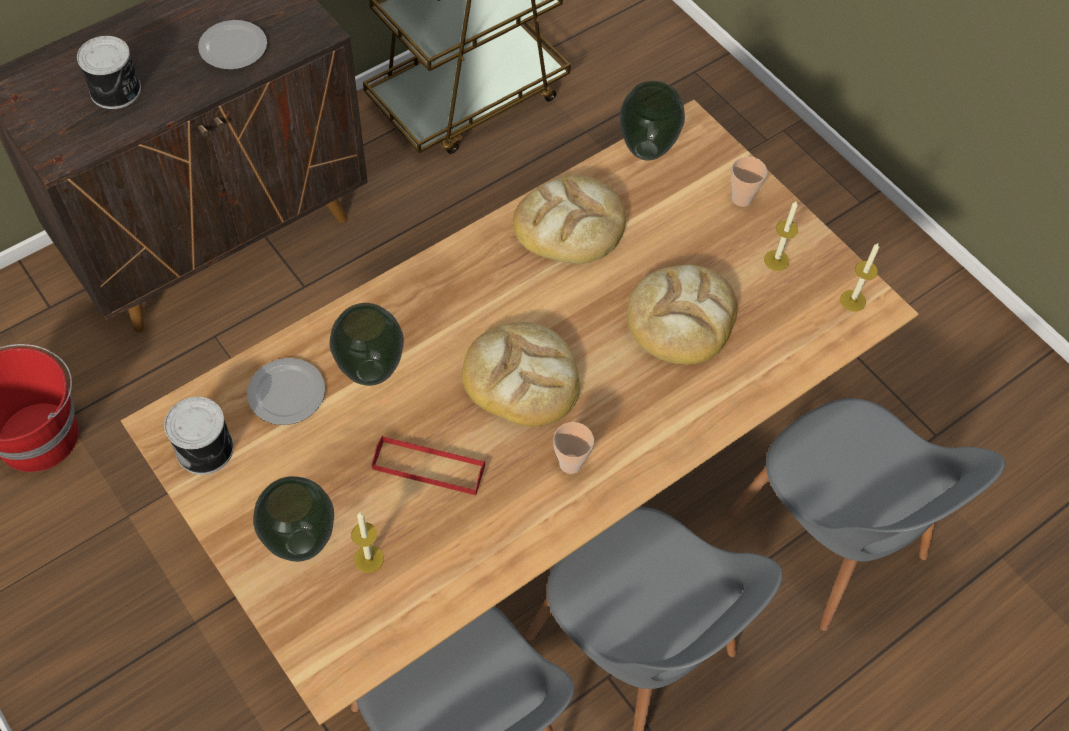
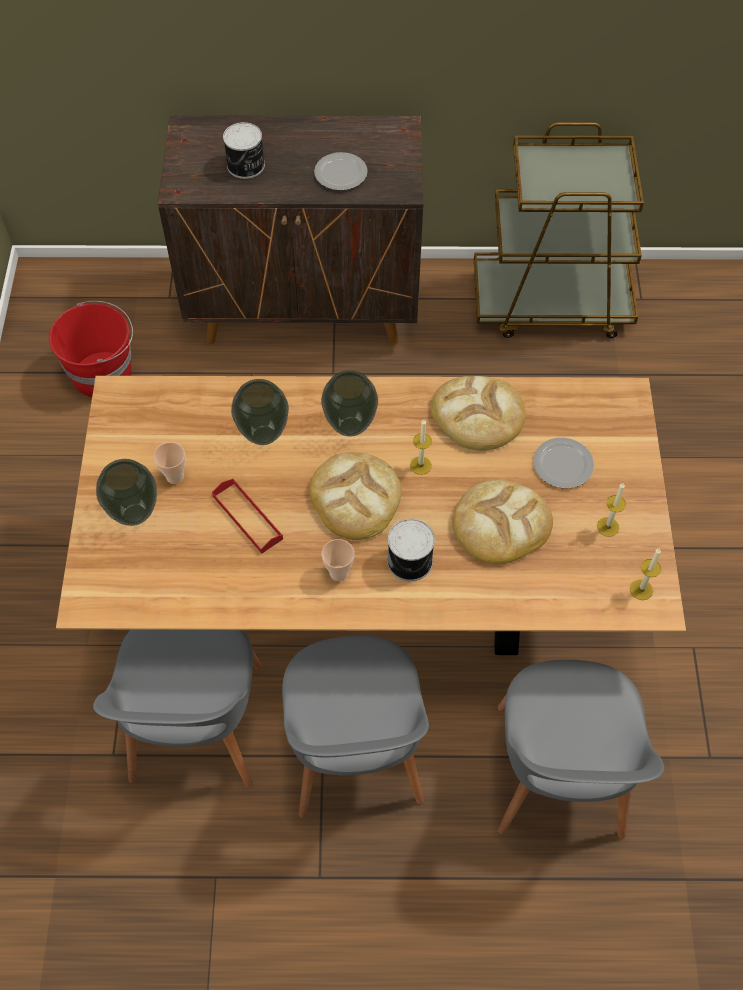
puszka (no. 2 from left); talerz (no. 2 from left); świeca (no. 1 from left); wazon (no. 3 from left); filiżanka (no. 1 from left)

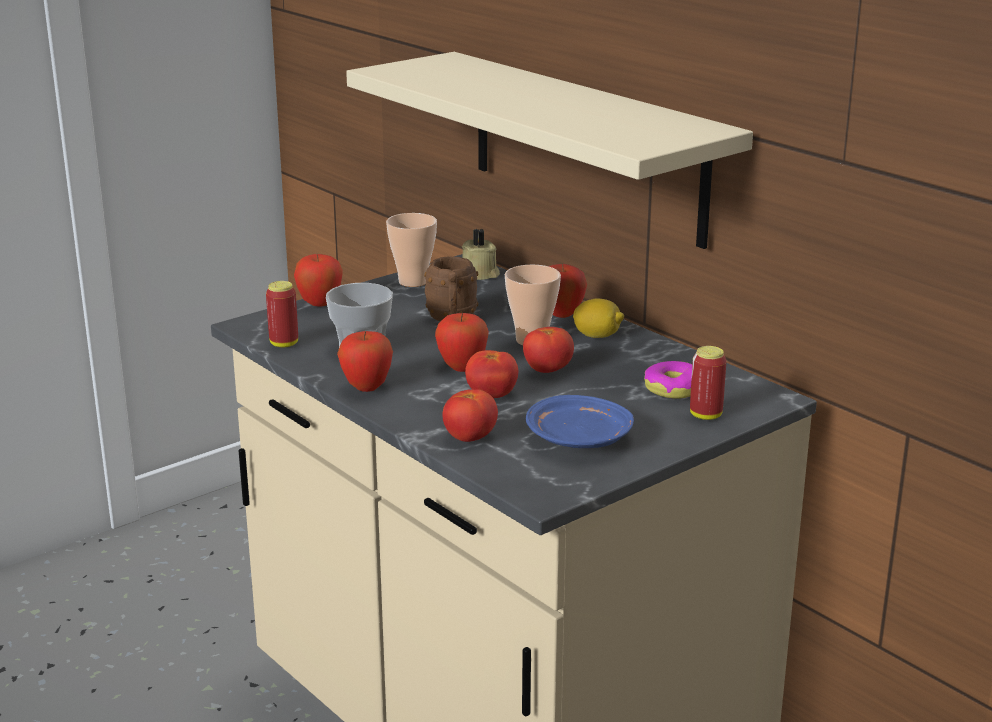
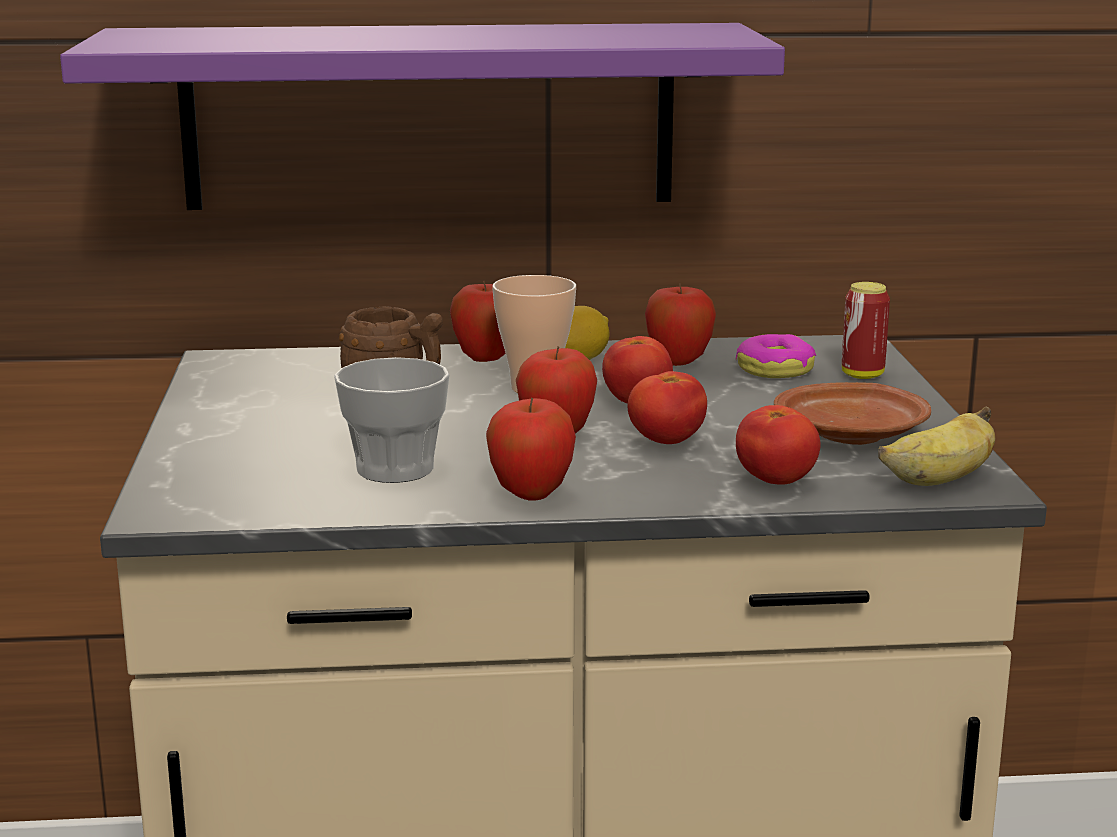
puszka (no. 1 from left in the first image); filiżanka (no. 2 from left in the first image); świeca (beżowy); banan; jabłko (no. 4 from left); półka (fioletowy); talerz (brązowy)

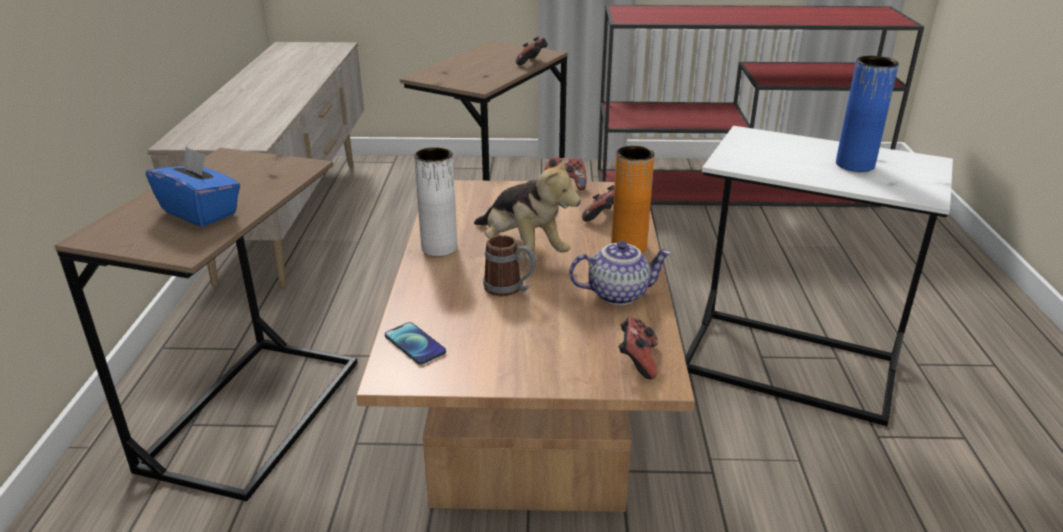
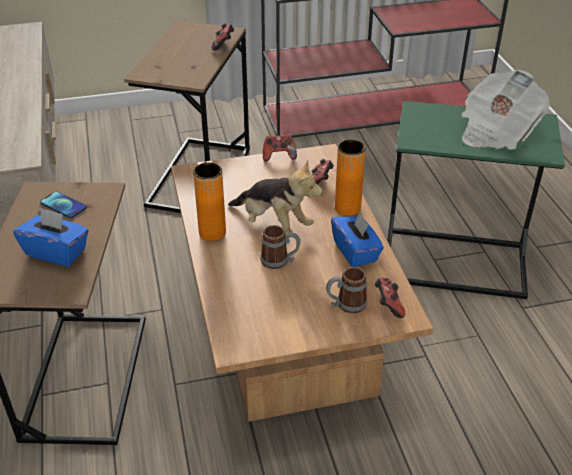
kubek (no. 2 from left); telefon; pudełko chusteczek (niebieski) (no. 2 from left); gazeta; wazon (pomarańczowy) (no. 1 from left); stolik (zielony)

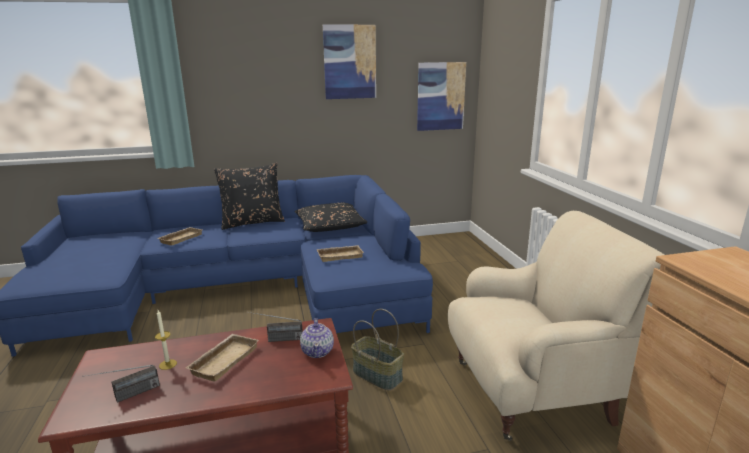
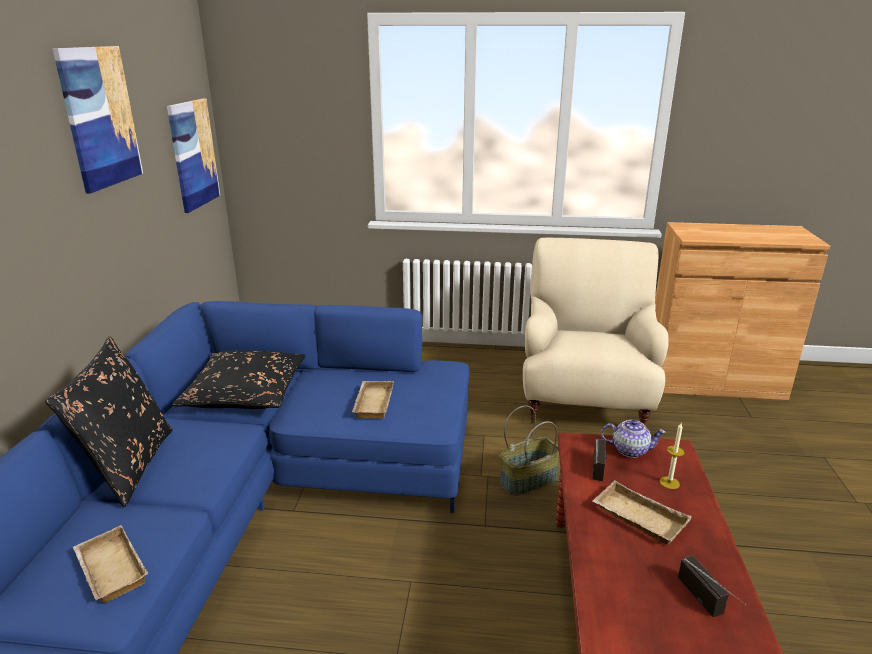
świeca

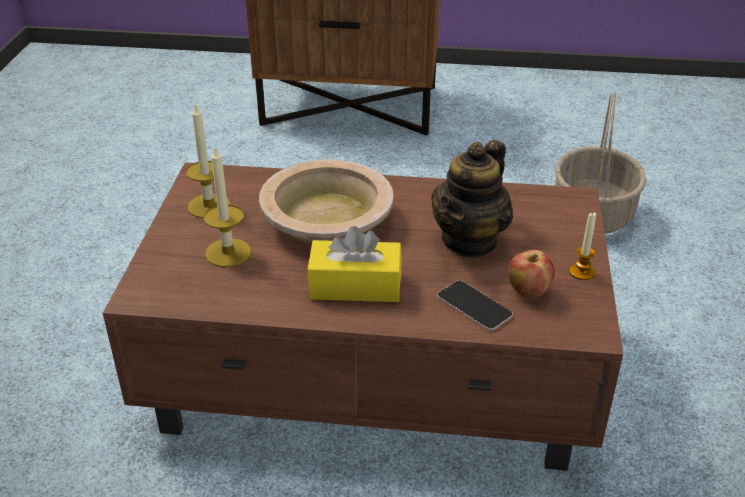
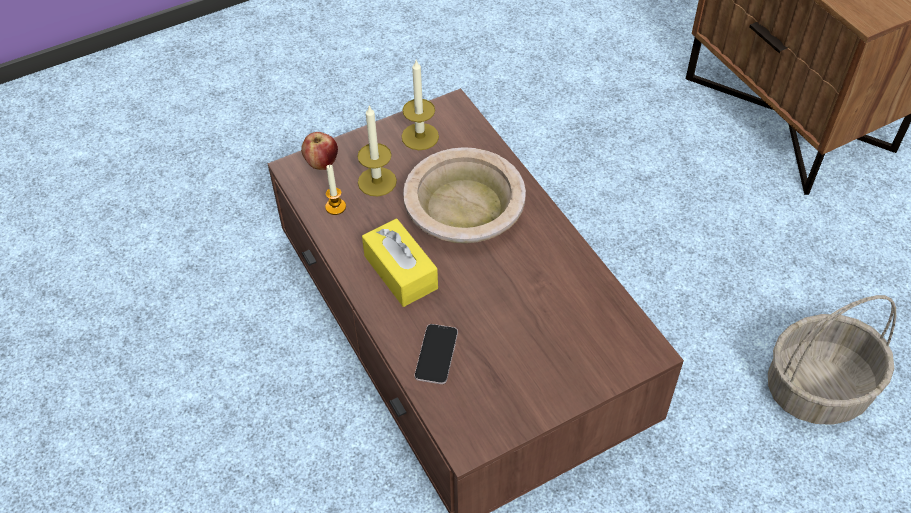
imbryk; jabłko; świeca (no. 1 from left)

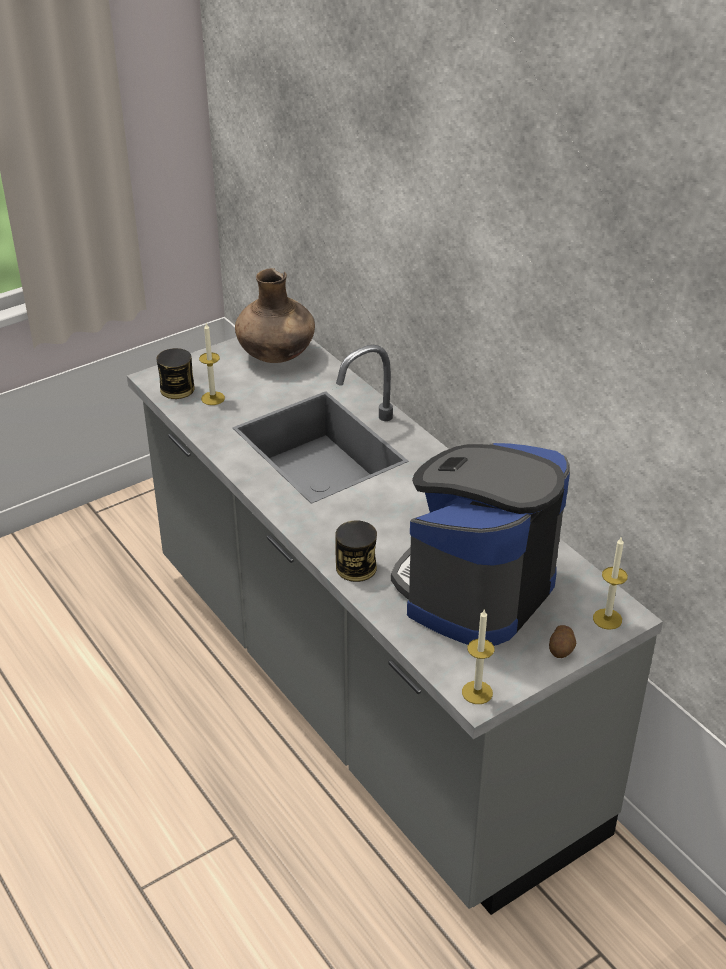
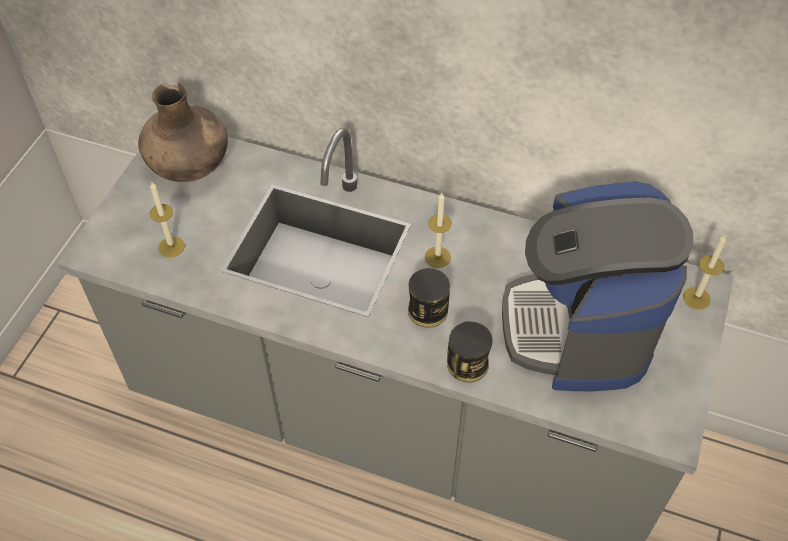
ziemniak; puszka (no. 1 from left); świeca (no. 2 from left)

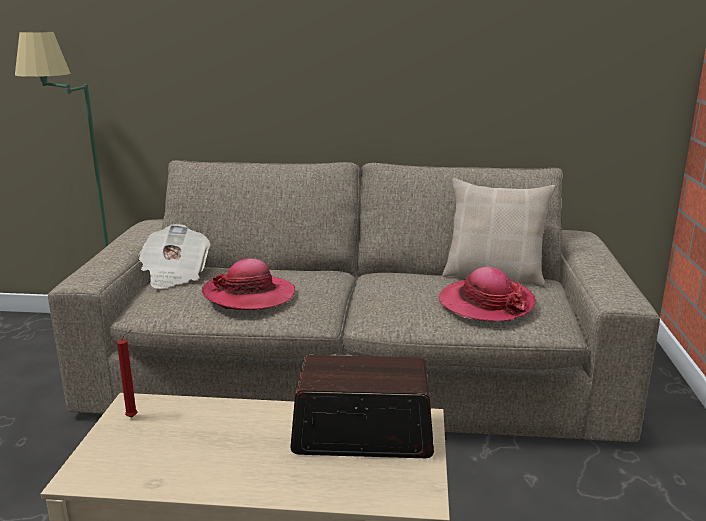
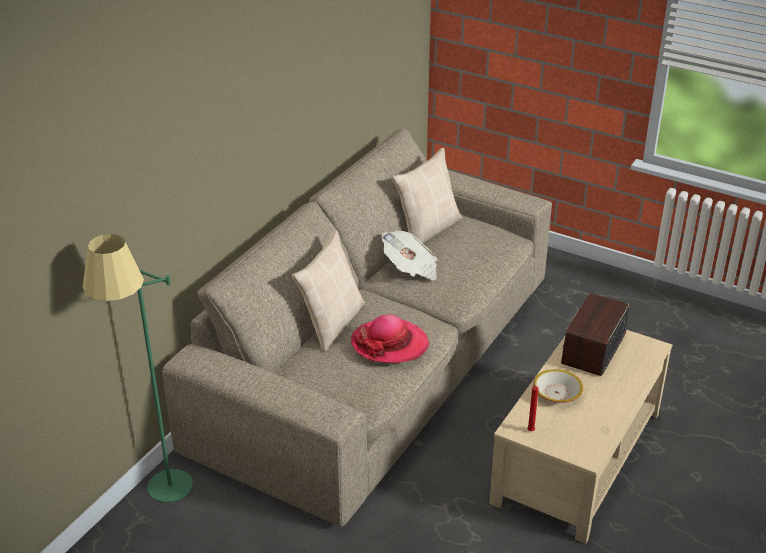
kapelusz (no. 2 from left in the first image); poduszka (beżowy) (no. 1 from left); miska; gazeta

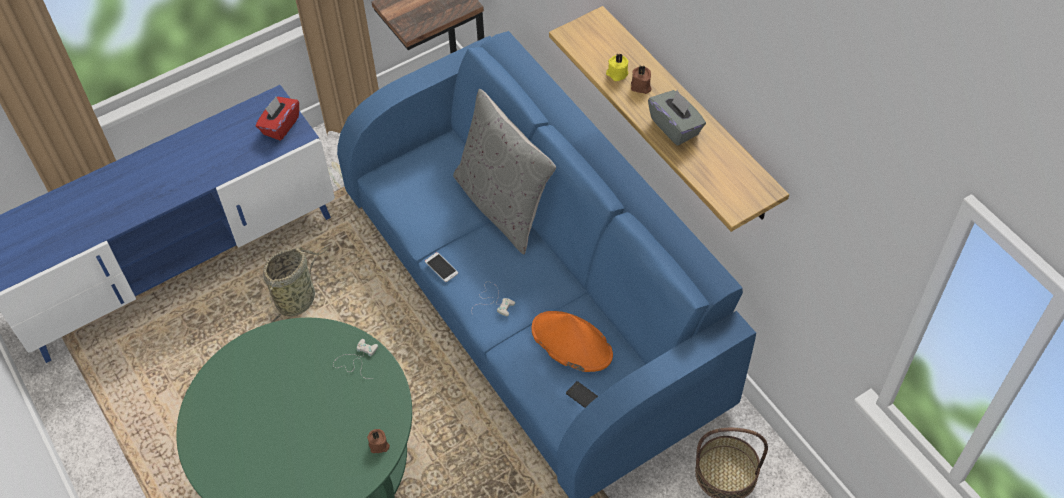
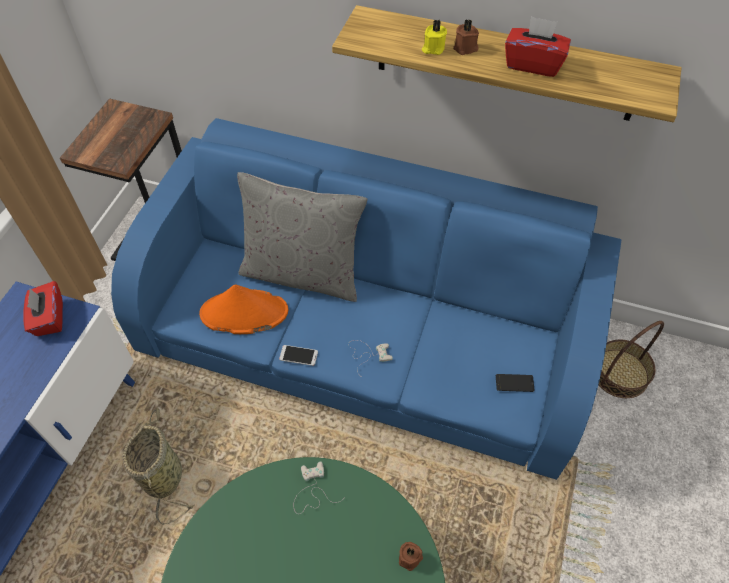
kapelusz (pomarańczowy); pudełko chusteczek (czerwony) (no. 2 from left)

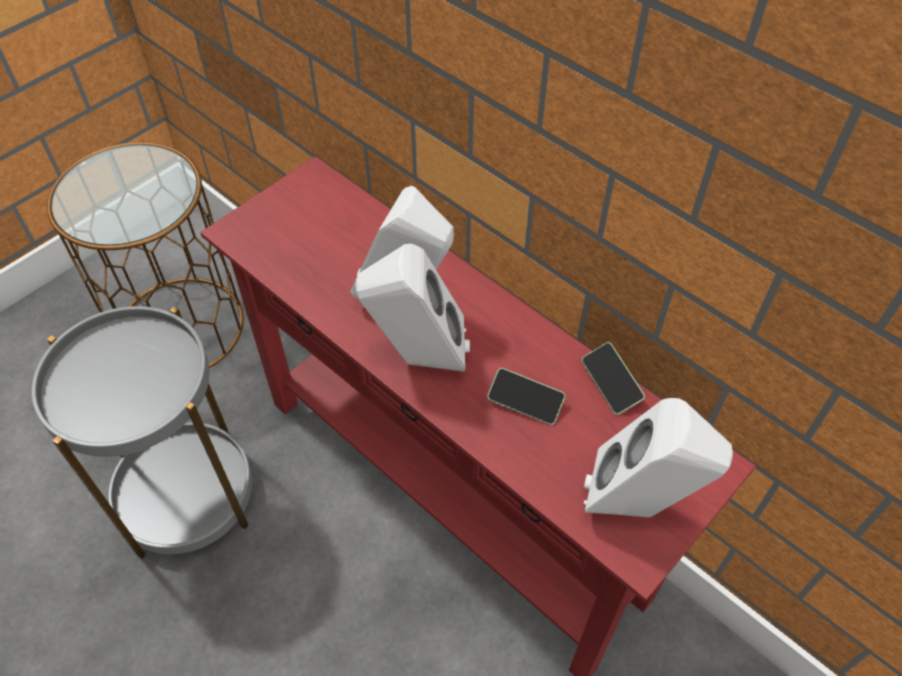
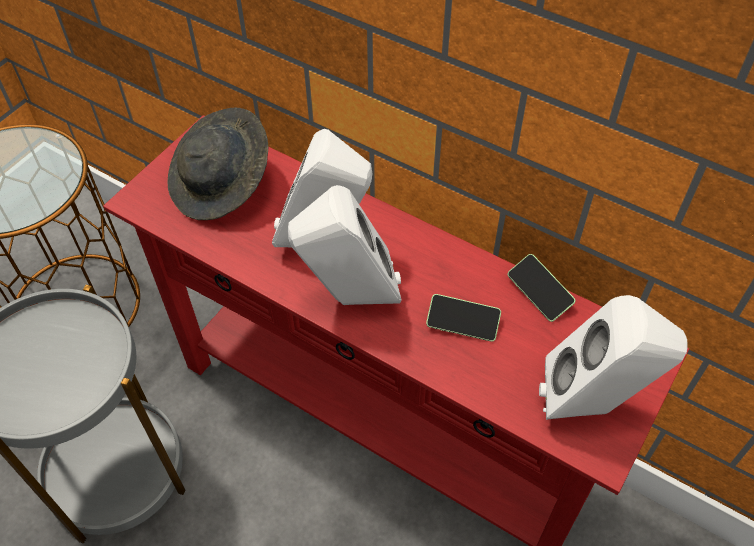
kapelusz (szary)

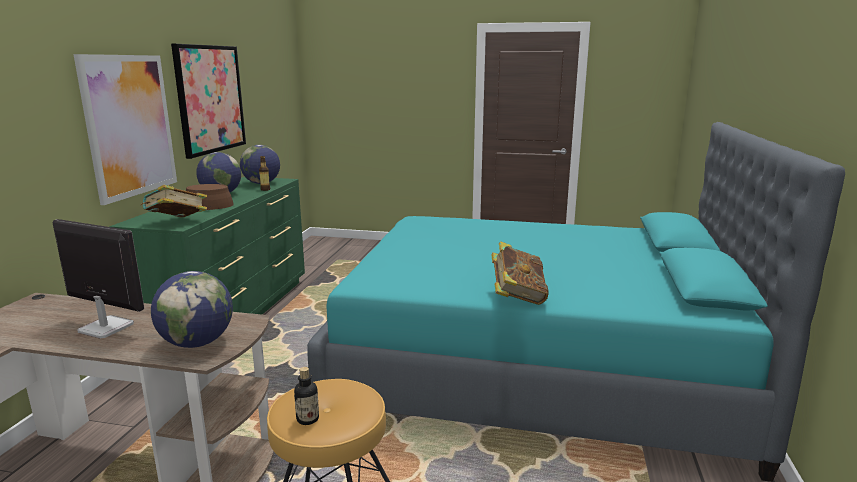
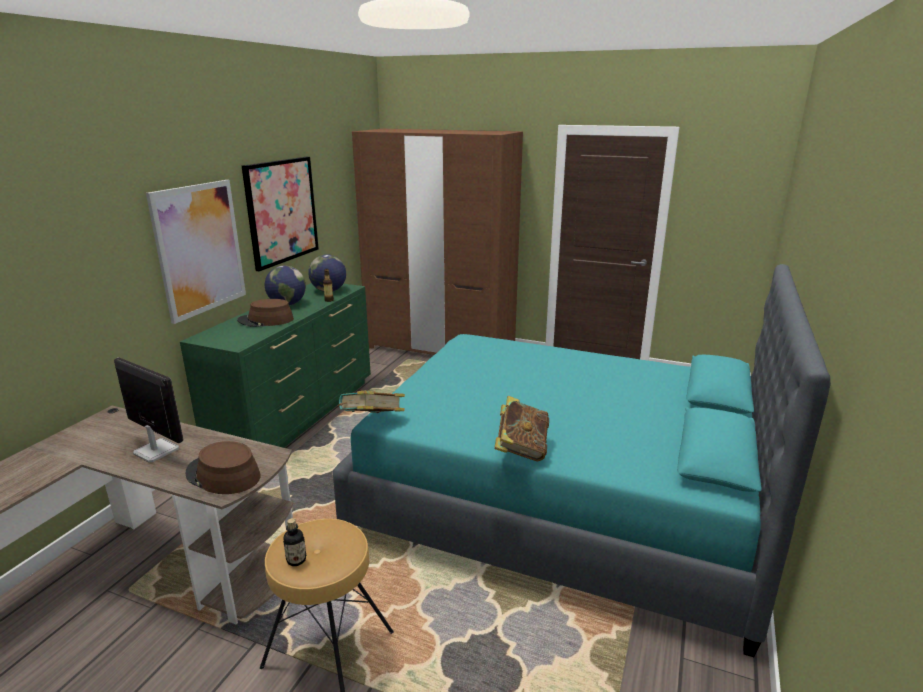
szafa (brązowy); książka (no. 1 from left); kapelusz (brązowy) (no. 1 from left)

